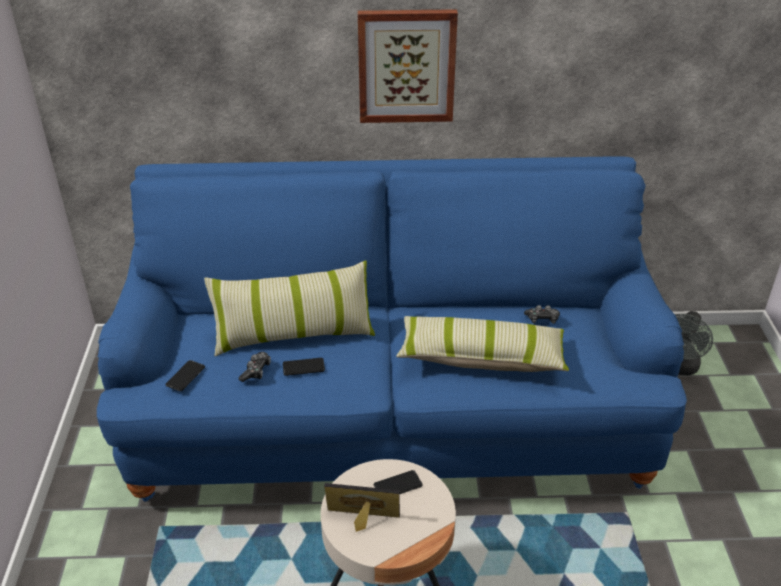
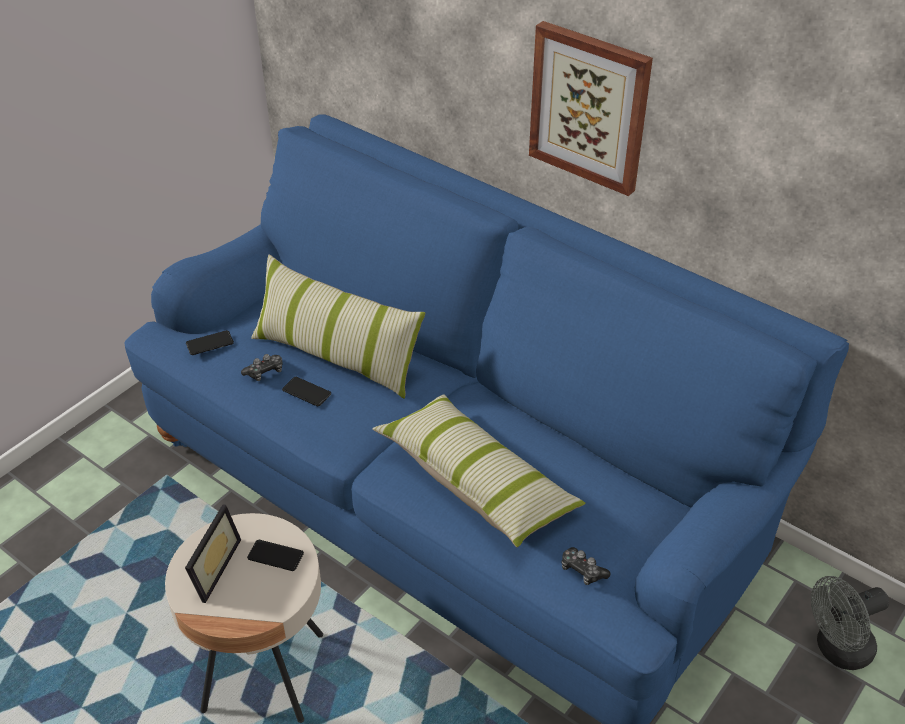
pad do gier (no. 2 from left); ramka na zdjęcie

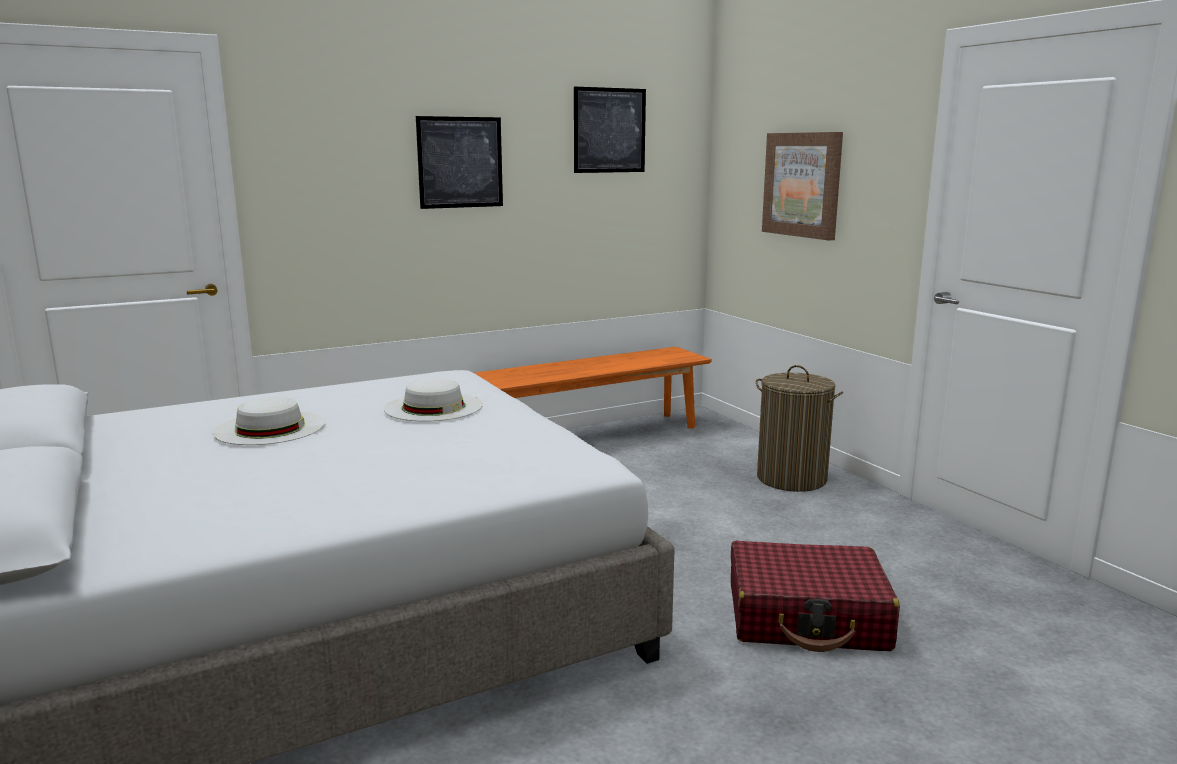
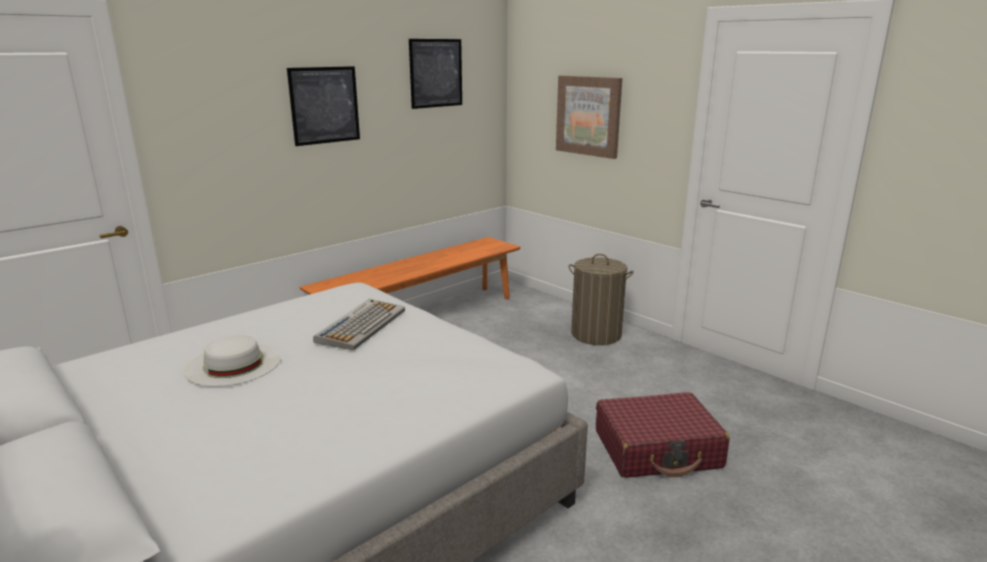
klawiatura

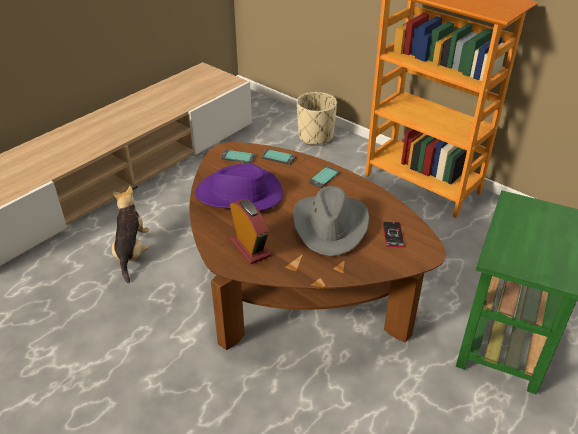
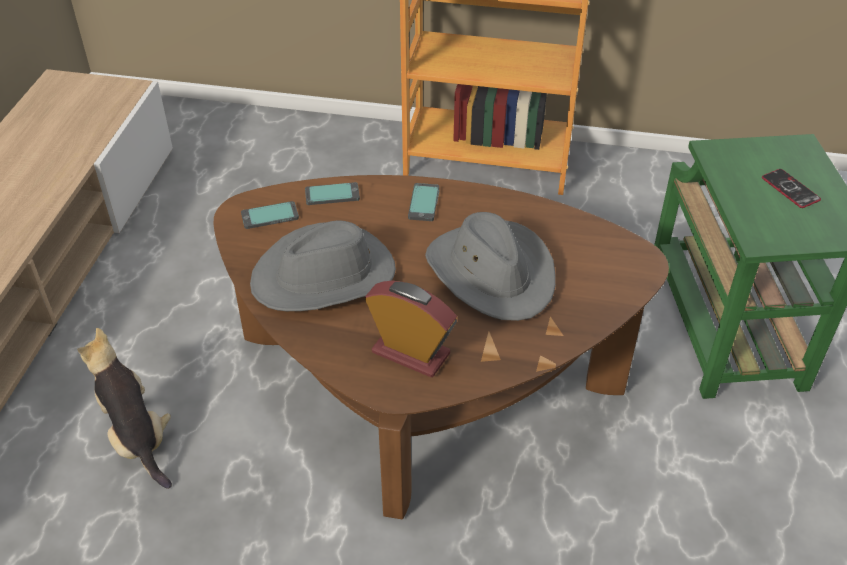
donica (beżowy); telefon (no. 4 from left); kapelusz (szary) (no. 1 from left)

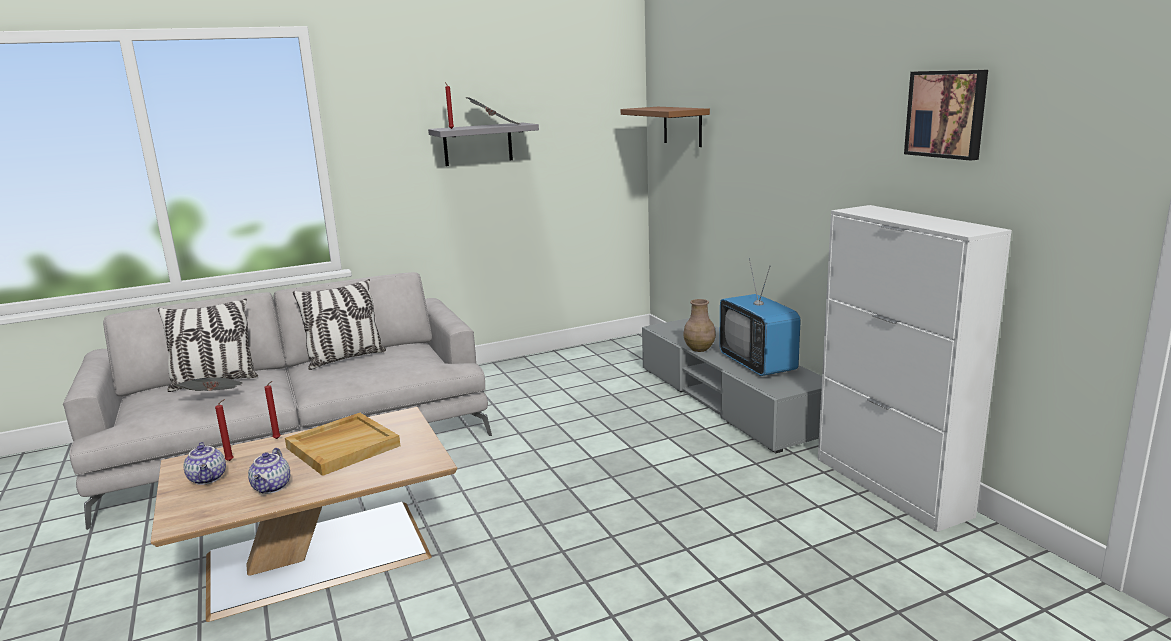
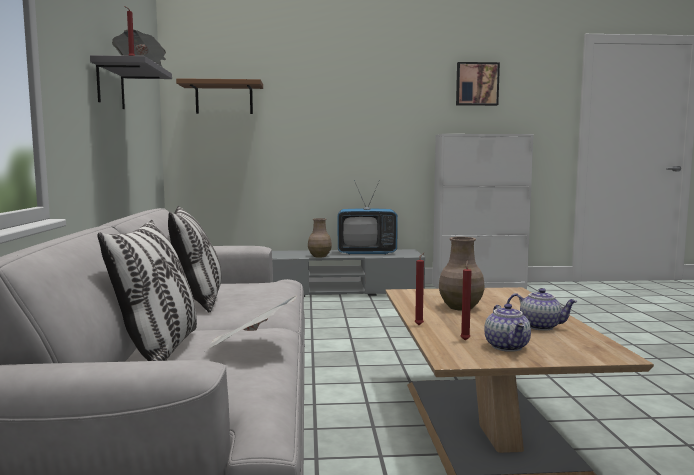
wazon (brązowy) (no. 2 from left); imbryk (no. 1 from left)

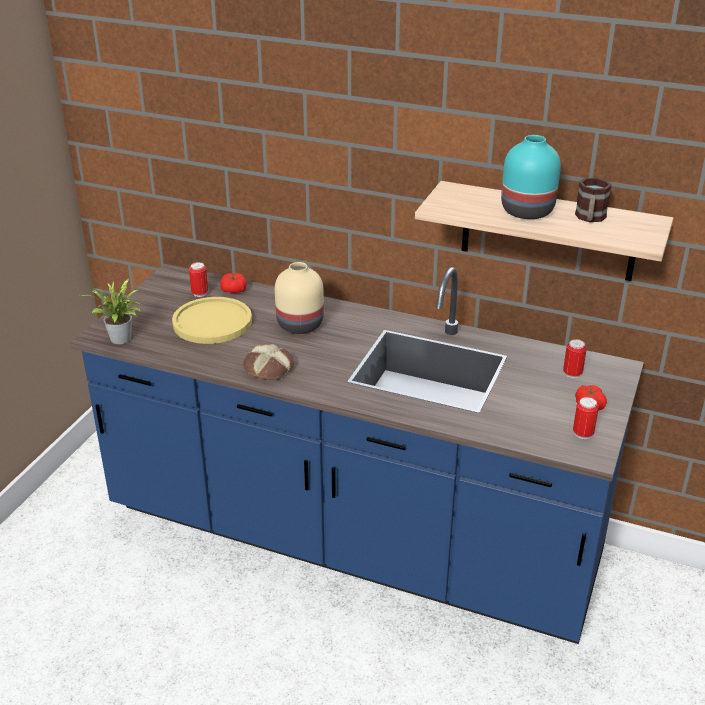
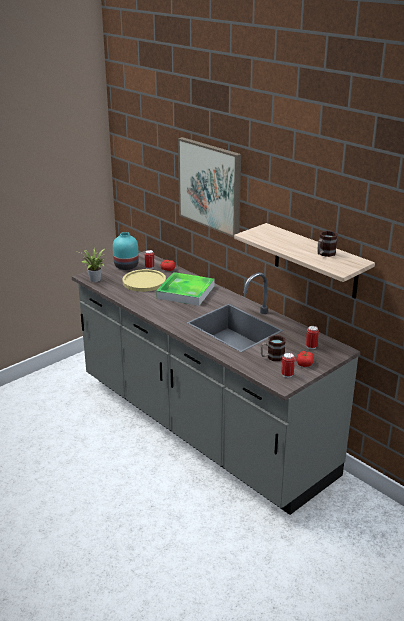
chleb; obraz; kubek (no. 1 from left); wazon (turkusowy); taca; zabudowa kuchenna (szary)

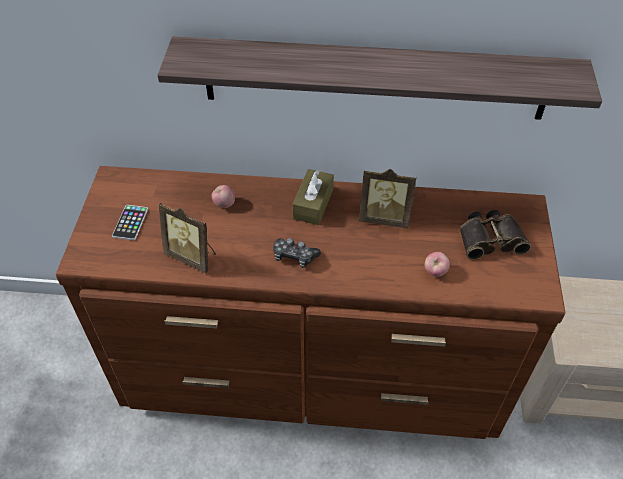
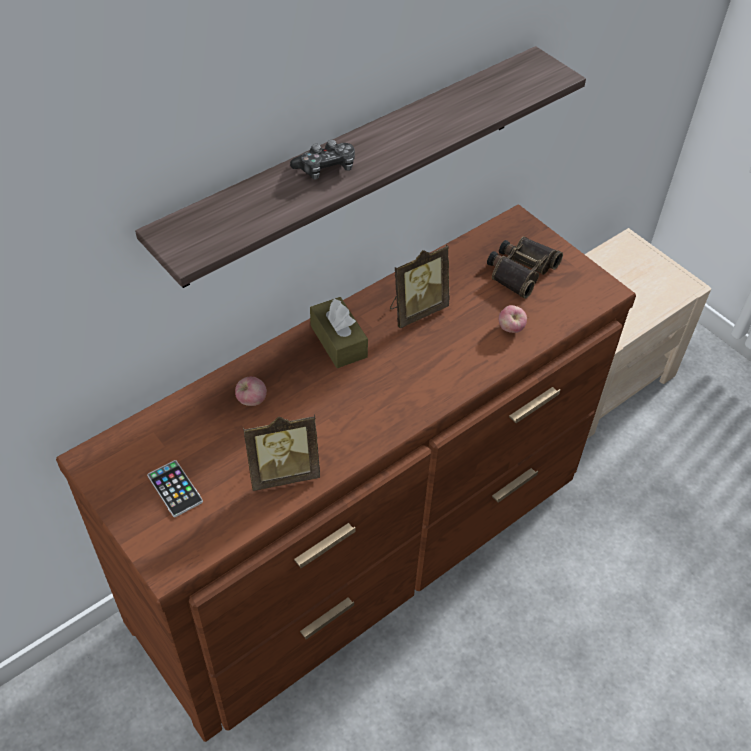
pad do gier

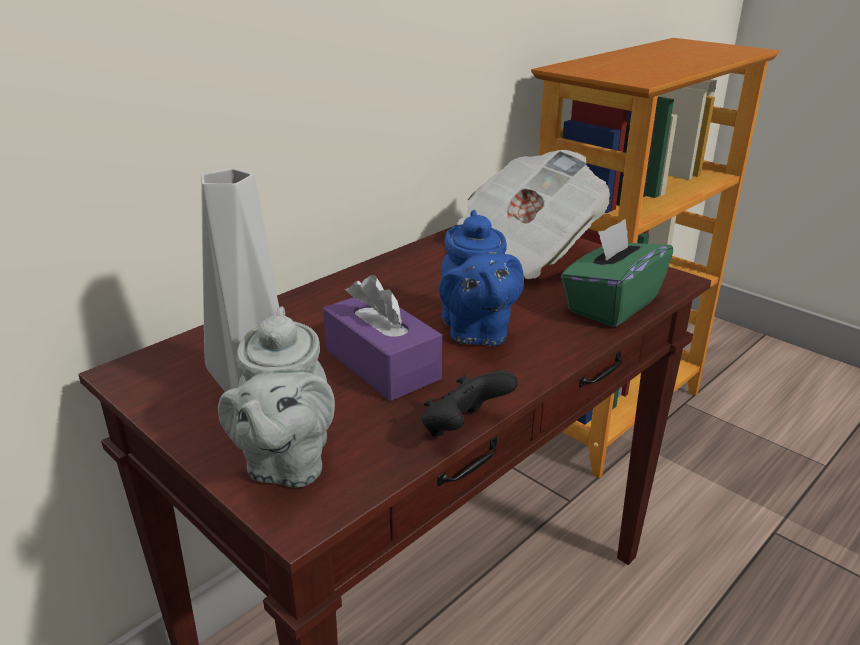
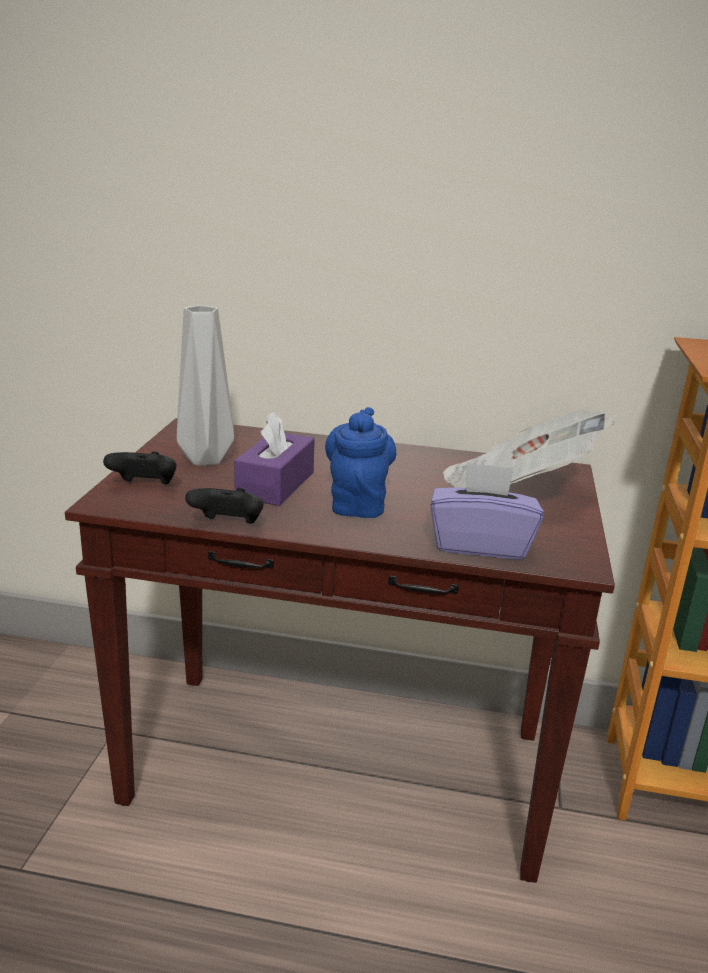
pad do gier (czarny) (no. 1 from left); pudełko chusteczek (fioletowy) (no. 2 from left); imbryk (niebieski)

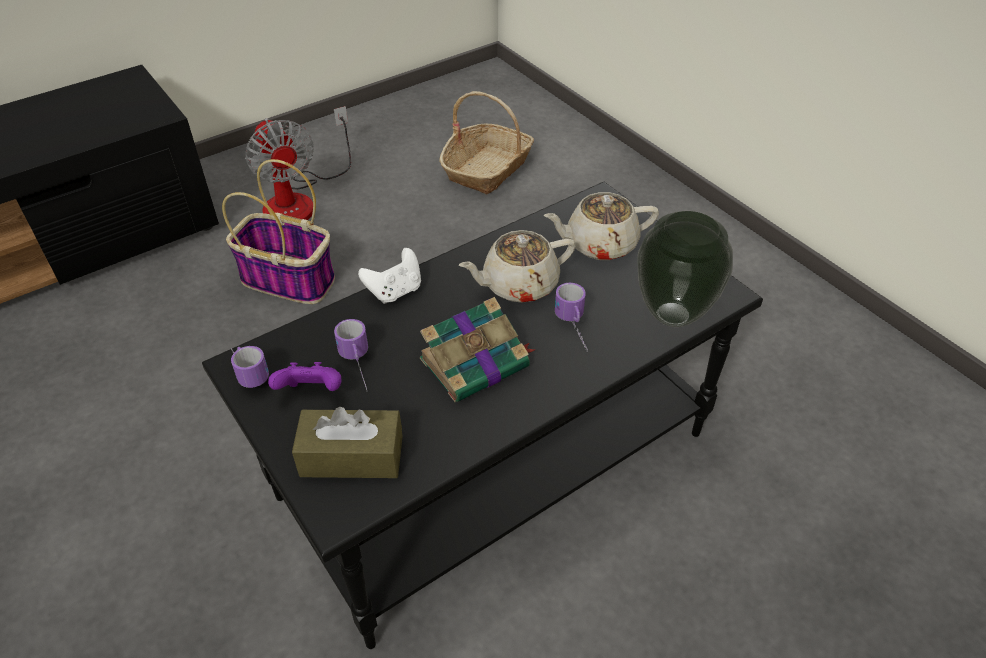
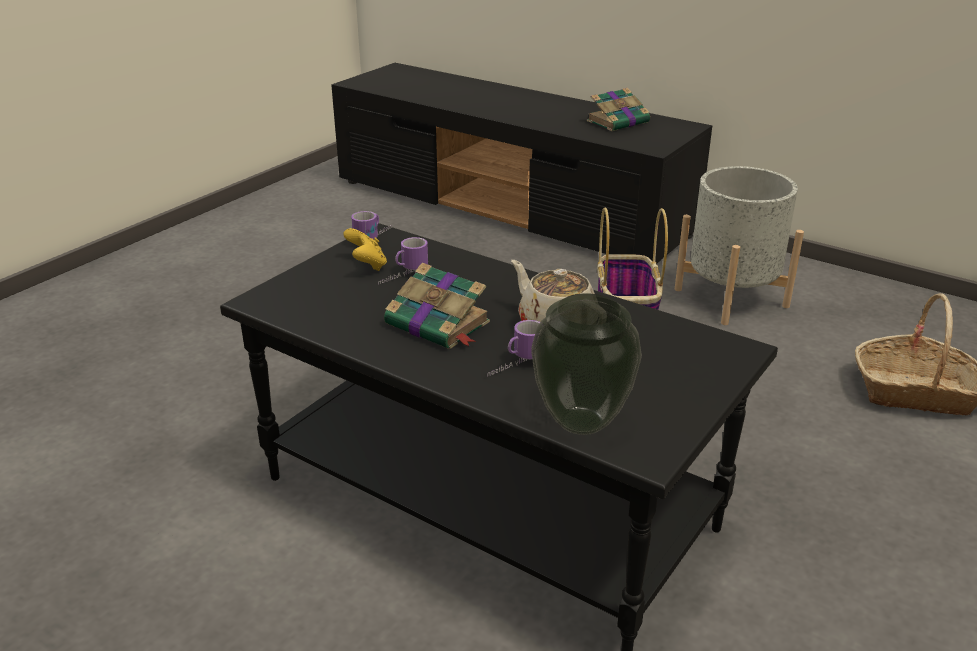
pudełko chusteczek (brązowy); pad do gier (biały); imbryk (beżowy) (no. 2 from left in the first image); książka (no. 2 from left); donica (szary); pad do gier (żółty)

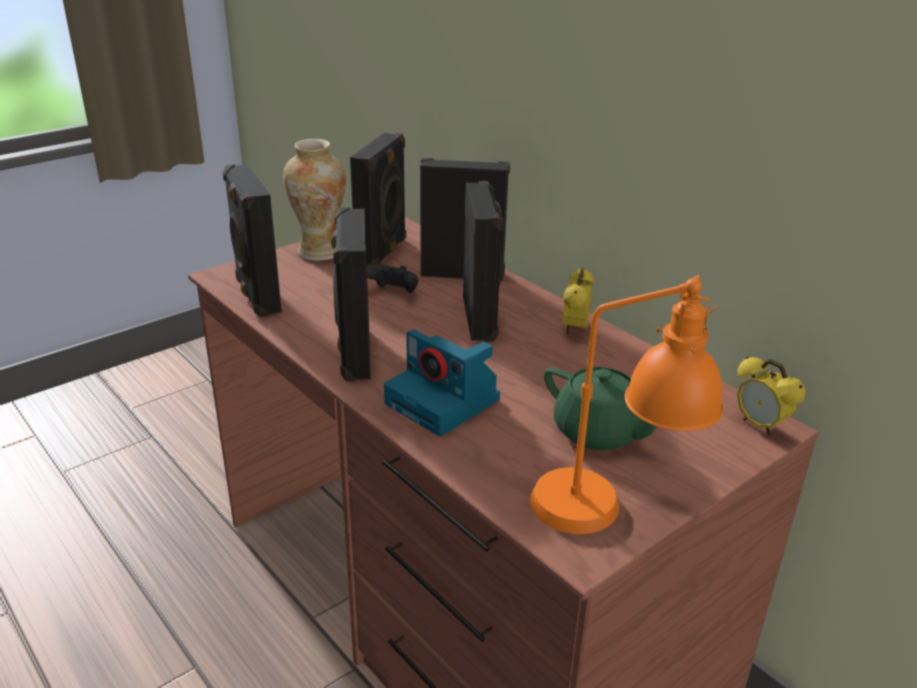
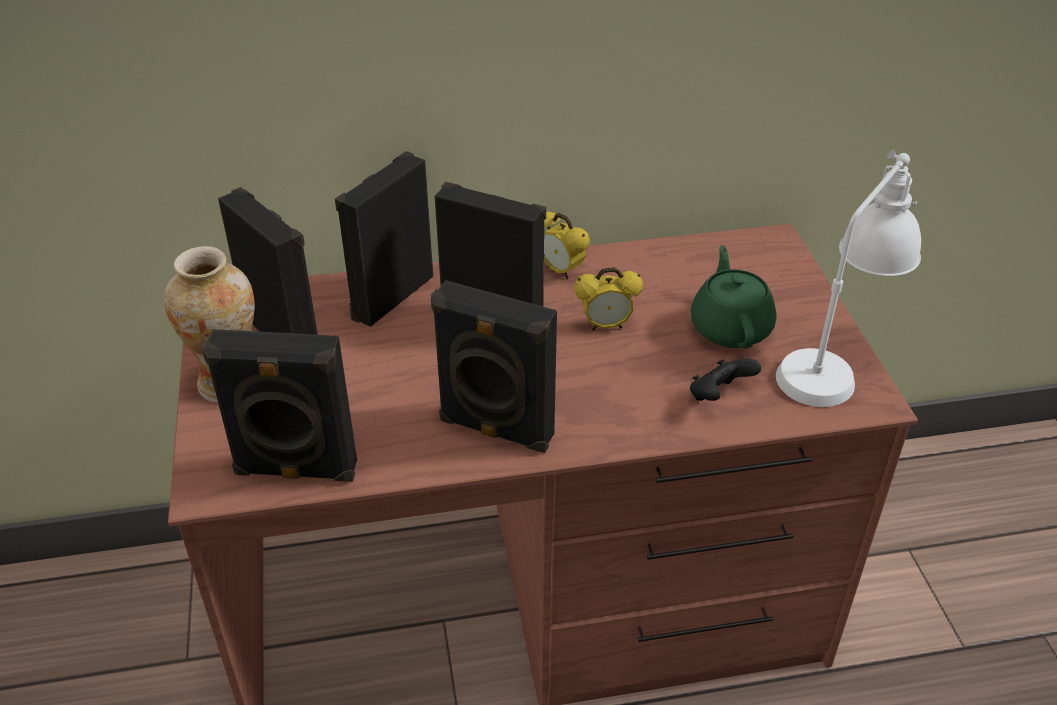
aparat fotograficzny; pad do gier (czarny); budzik (no. 2 from left); lampa stołowa (biały); imbryk (zielony)

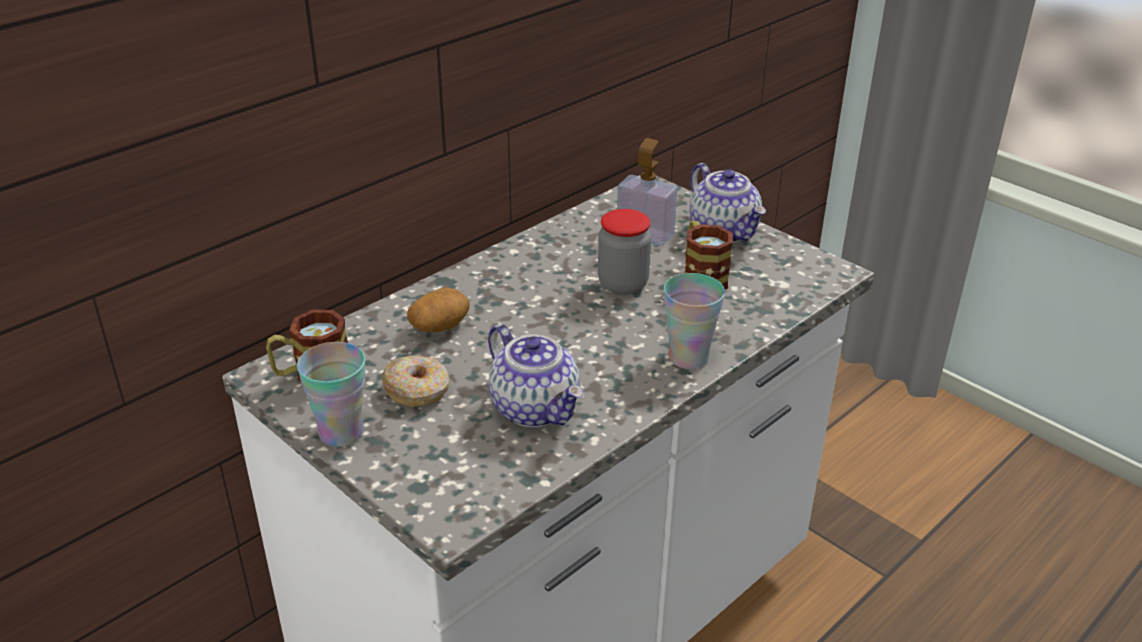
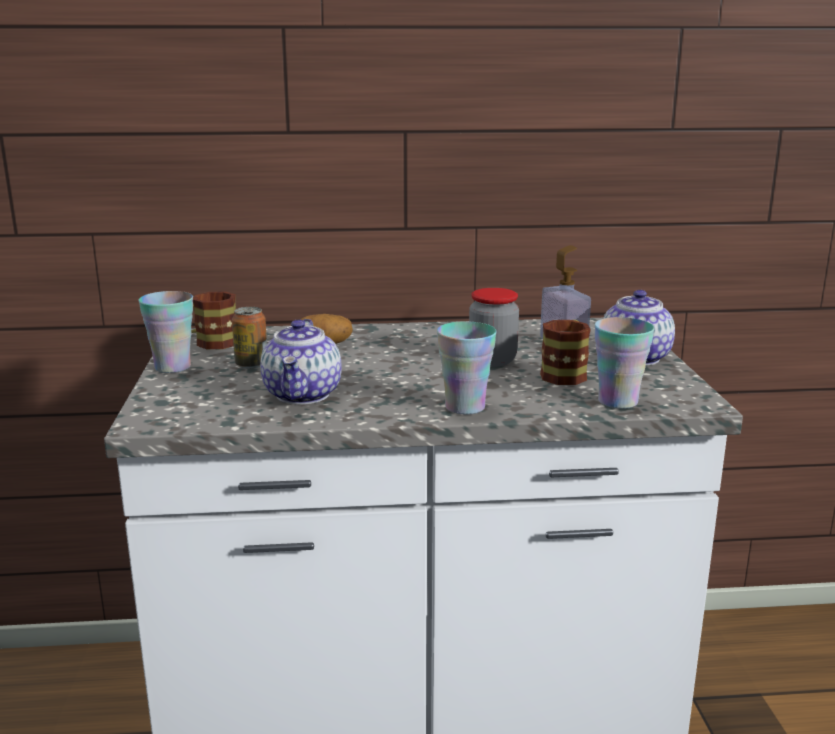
filiżanka (no. 3 from left); puszka

